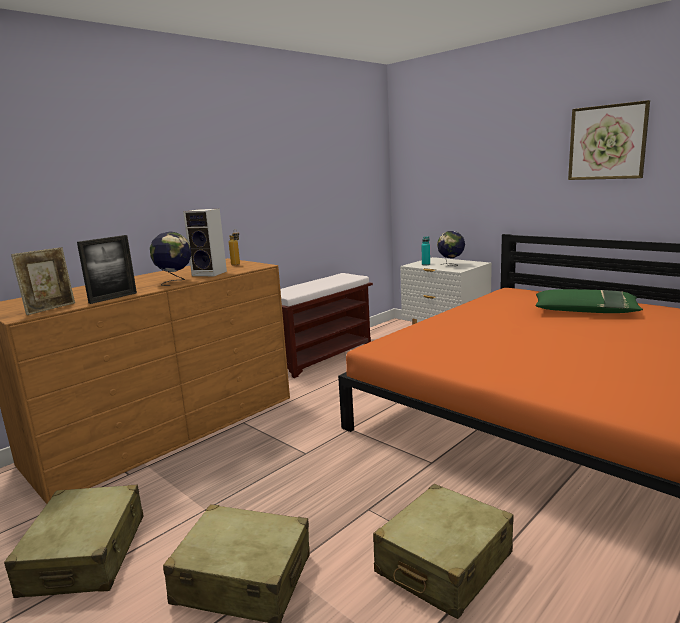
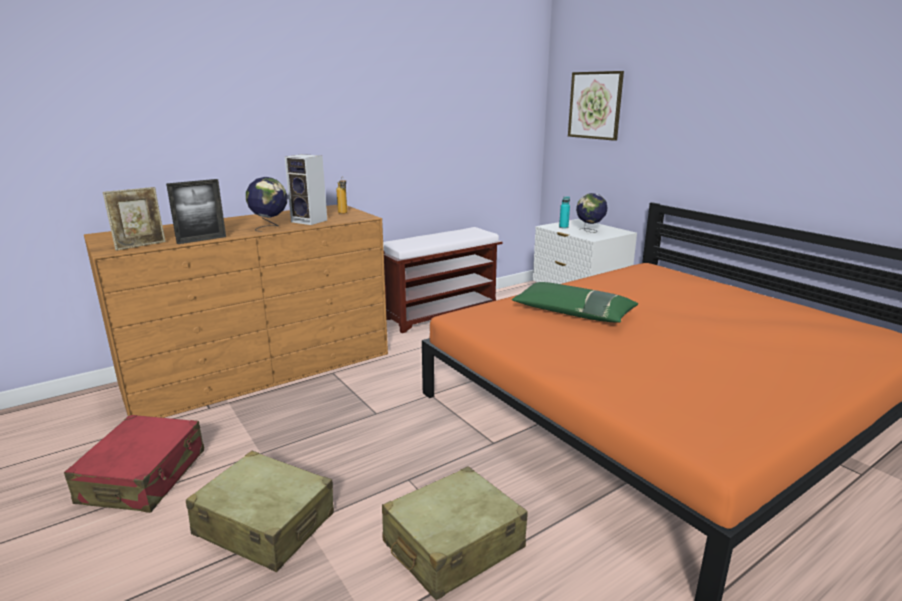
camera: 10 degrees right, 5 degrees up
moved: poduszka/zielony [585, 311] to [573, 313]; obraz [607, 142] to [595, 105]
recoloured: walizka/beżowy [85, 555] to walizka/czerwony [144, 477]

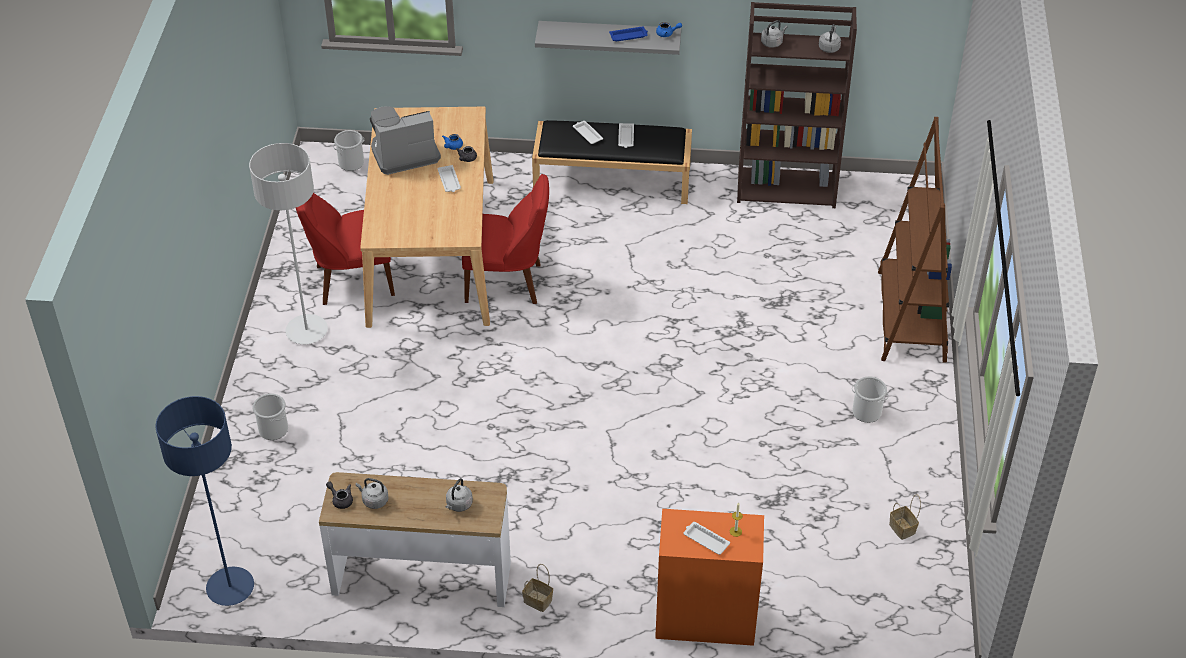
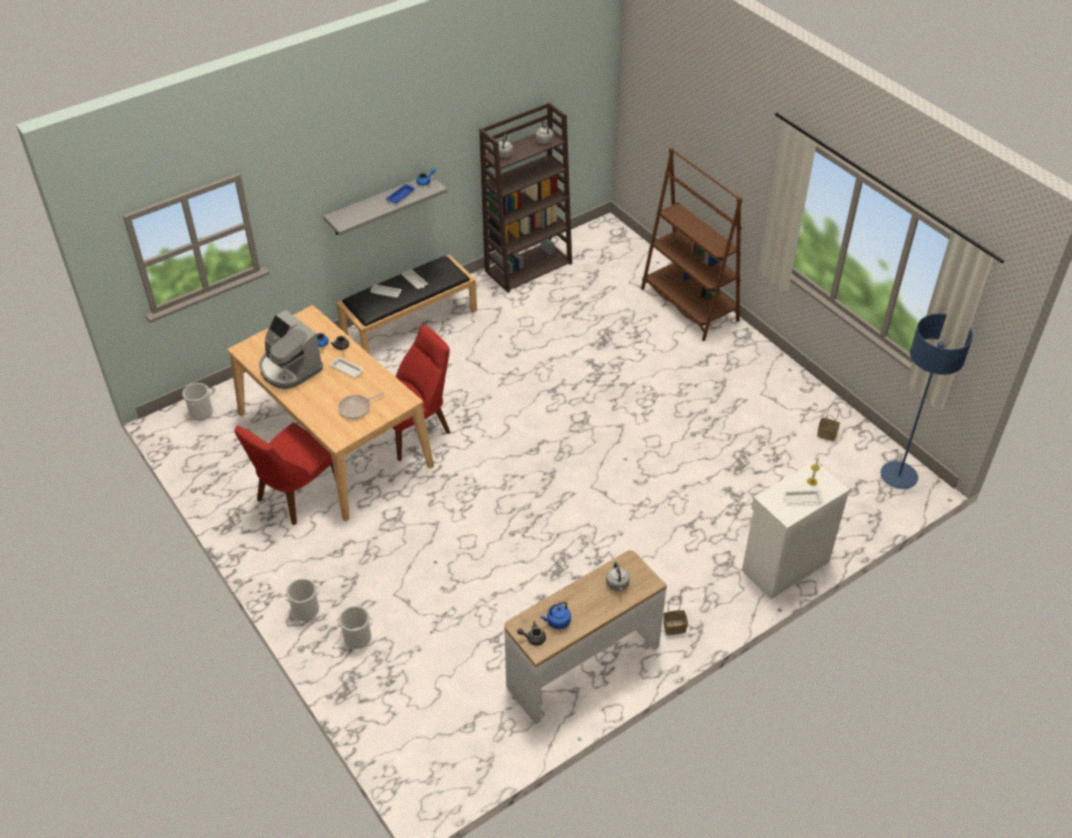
camera: 40 degrees left, 0 degrees up
removed: lampa stojąca/szary [306, 331]
added: patelnia [356, 408]
moved: lampa stojąca/niebieski [230, 587] to [898, 476]; wiadro [866, 412] to [305, 610]
recoloured: czajnik/szary [374, 500] to czajnik/niebieski [557, 622]; szafka/pomarańczowy [704, 618] to szafka/biały [784, 565]
turned: ekspres do kawy [404, 153] = [289, 368] 75 degrees counterclockwise

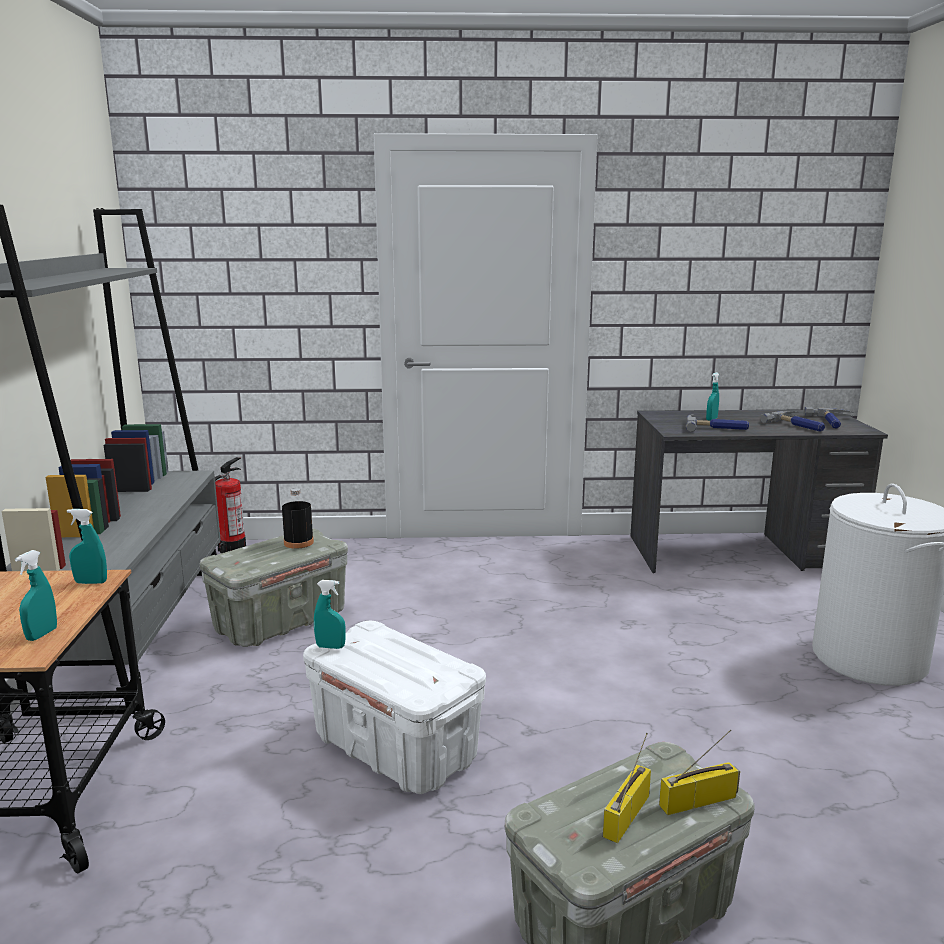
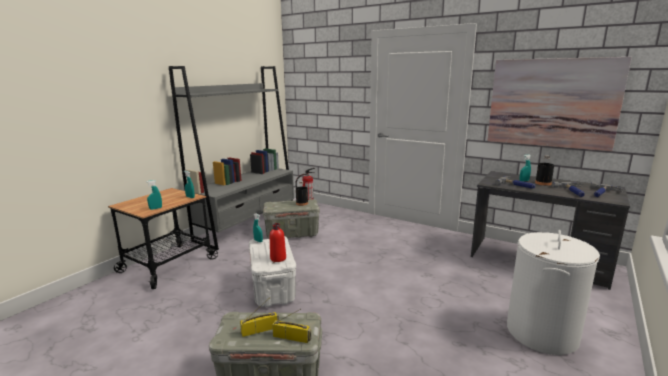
camera: 35 degrees right, 0 degrees up
added: butelka/czerwony [278, 258]; obraz [552, 103]; butelka/czarny [543, 183]

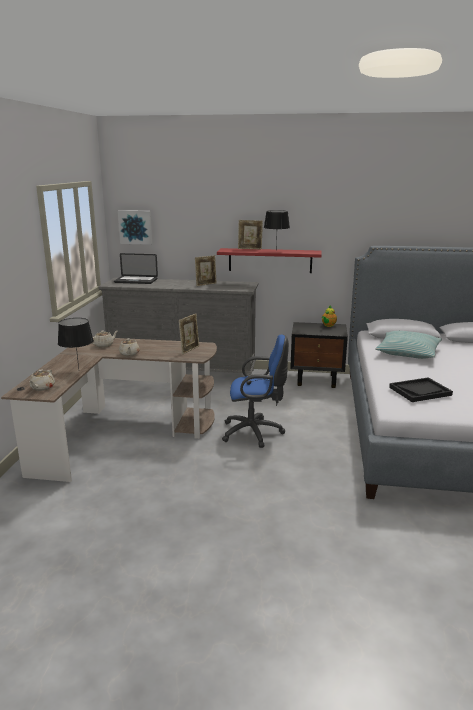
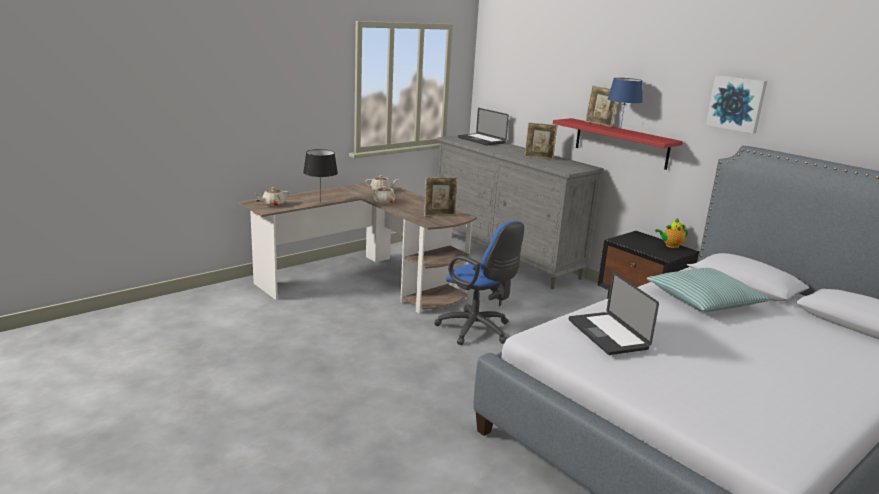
camera: 40 degrees right, 0 degrees up
moved: obraz [135, 227] to [736, 103]
replaced: taca/czarny [420, 391] to laptop [607, 334]
recoloured: lampa stołowa/czarny [275, 251] to lampa stołowa/niebieski [619, 131]

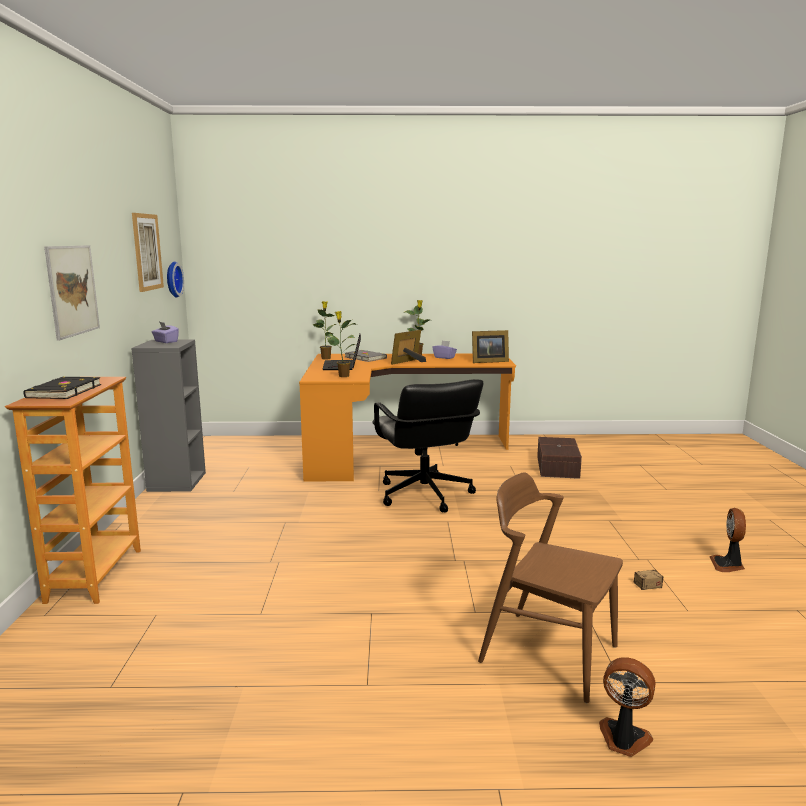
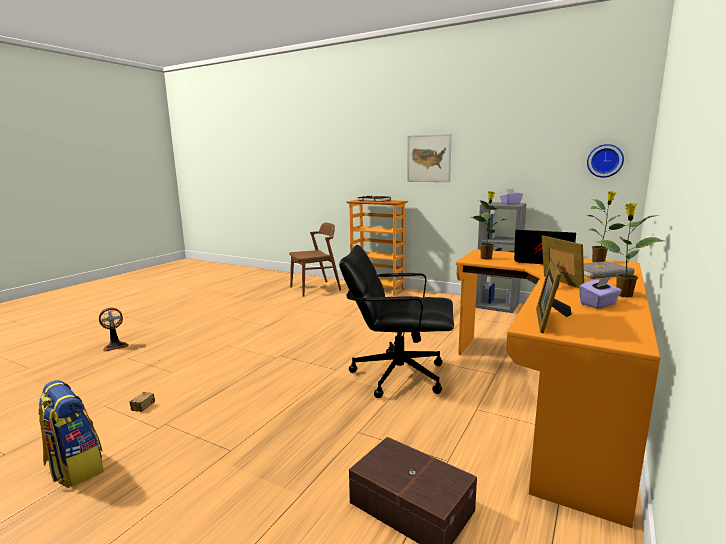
camera: 120 degrees right, 0 degrees up
removed: obraz [147, 252]
moved: krzesło/brązowy [548, 653] to [315, 289]
replaced: wentylator [727, 565] to plecak [74, 468]

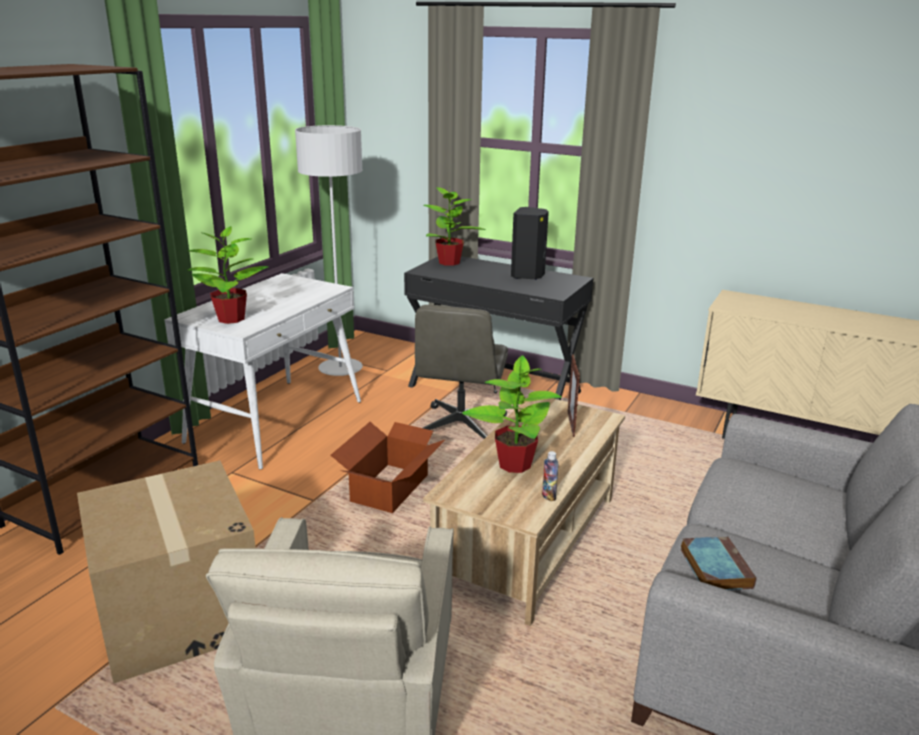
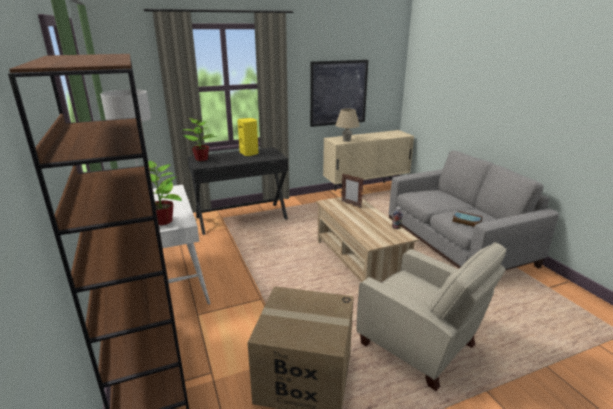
camera: 50 degrees left, 0 degrees up
removed: karton [391, 488]; krzesło biurowe/szary [460, 429]; roślina doniczkowa [514, 464]
added: obraz [338, 93]; lampa stołowa/beżowy [346, 140]
recoloured: głośnik/czarny [528, 275] to głośnik/żółty [249, 153]

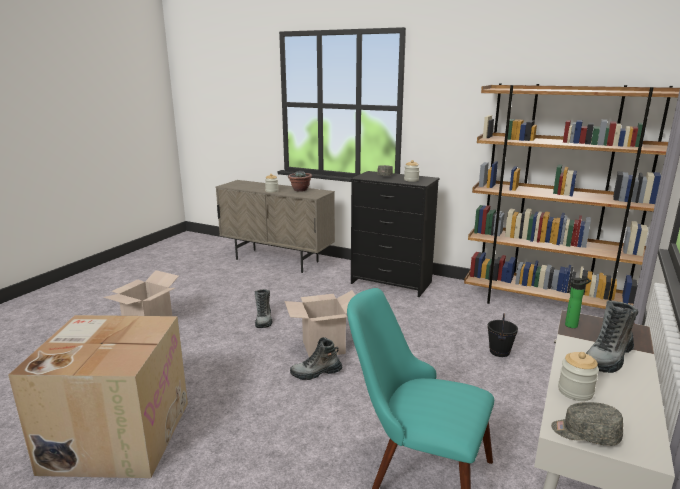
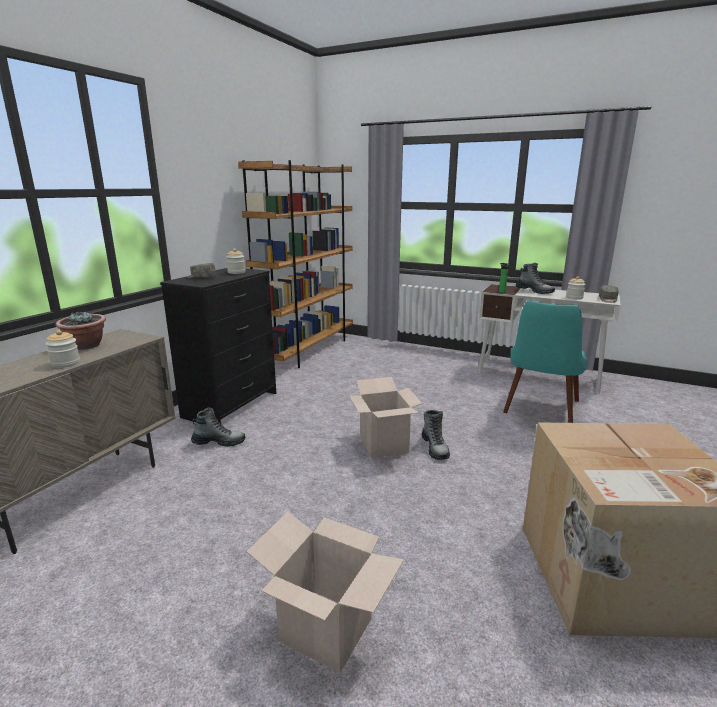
camera: 90 degrees left, 0 degrees up
removed: wiadro/czarny [500, 352]
moved: but z cholewką [263, 320] to [219, 442]

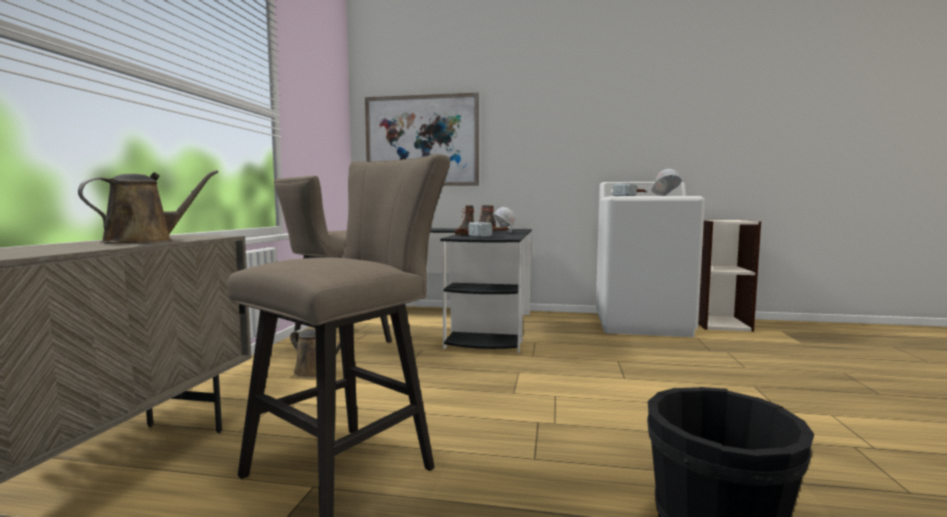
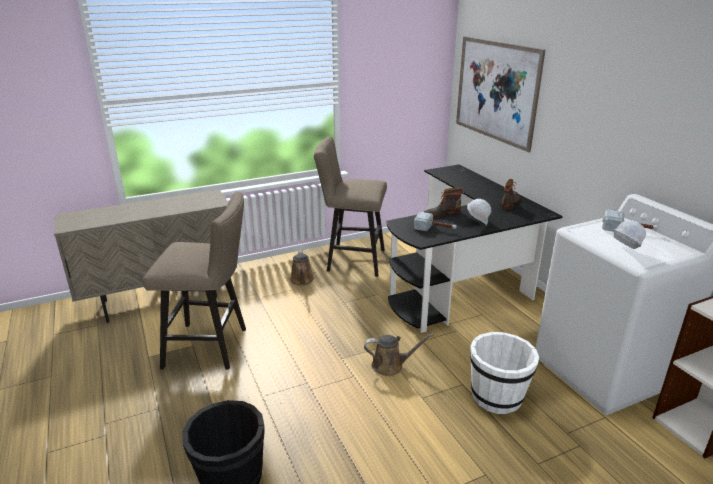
camera: 55 degrees right, 20 degrees up
added: wiadro/biały [497, 396]
moved: konewka/brązowy [145, 241] to [390, 366]

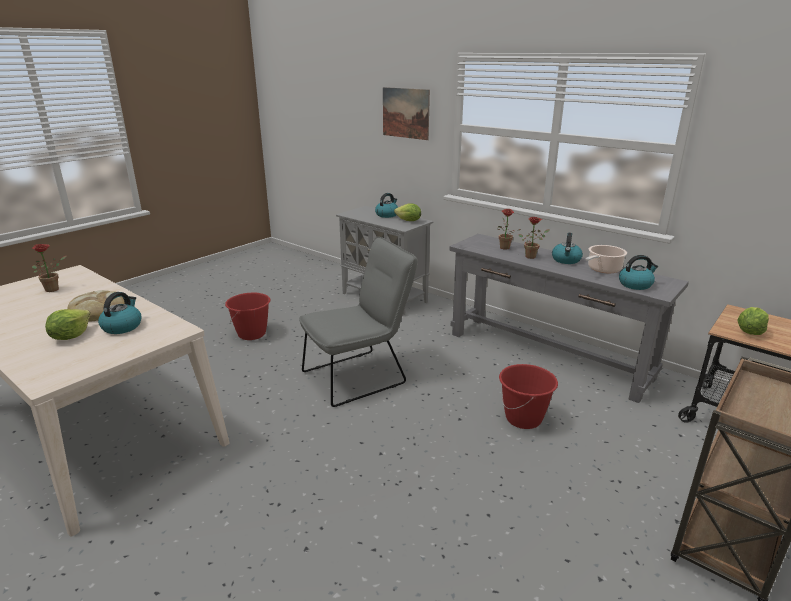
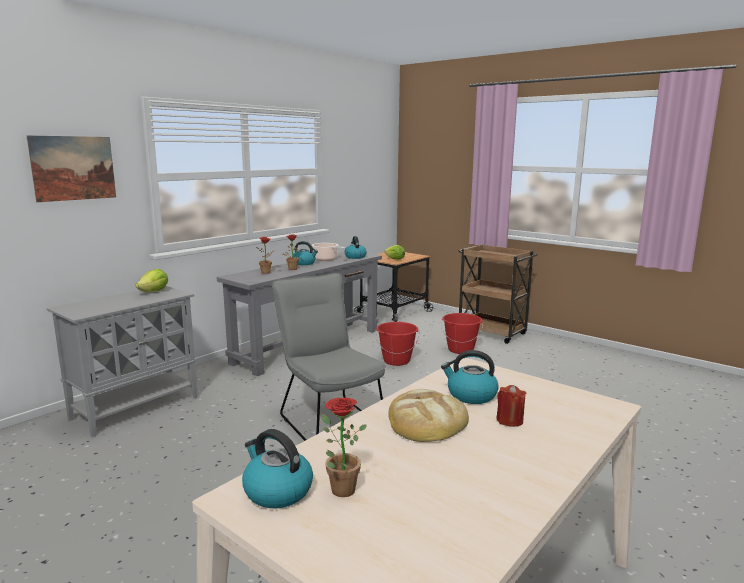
camera: 90 degrees left, 10 degrees down
moved: wiadro/czerwony [252, 334] to [460, 350]; czajnik [387, 215] to [277, 491]
replaced: sałata [71, 336] to świeca/czerwony [509, 420]

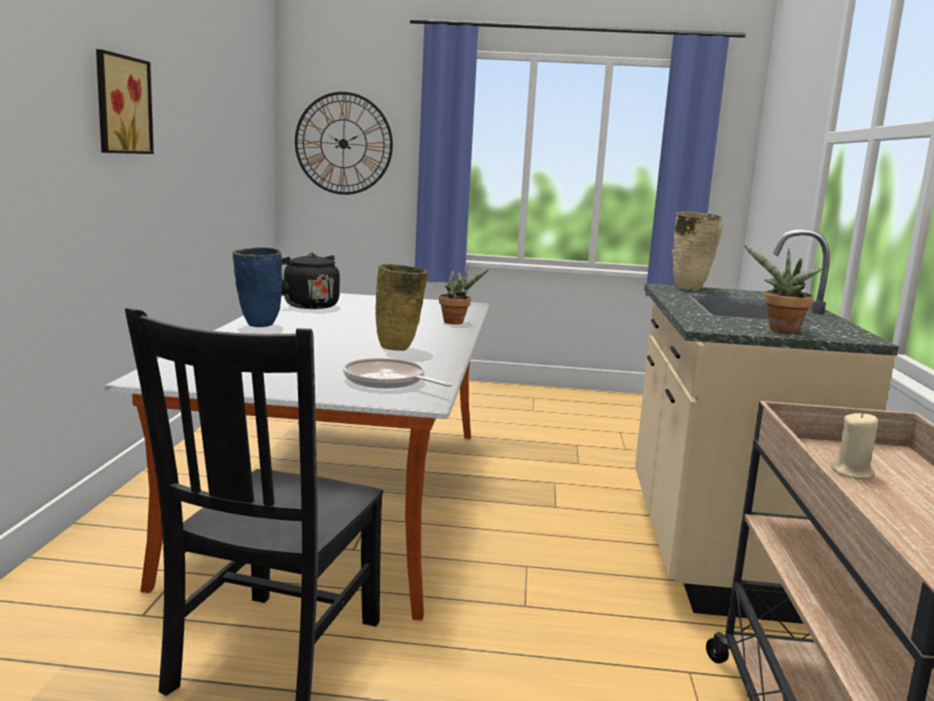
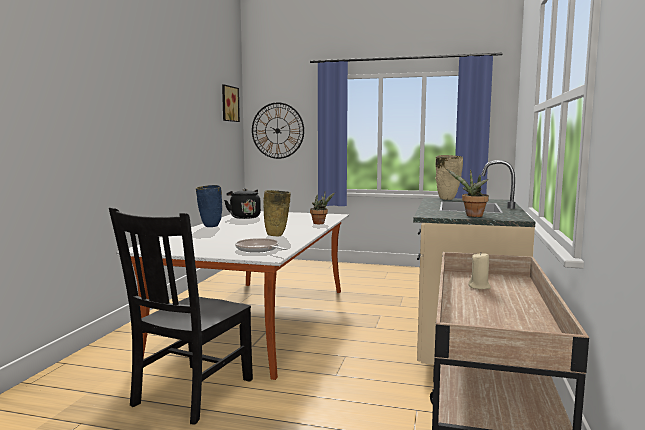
camera: 10 degrees right, 5 degrees down
moved: obraz [120, 104] to [228, 103]

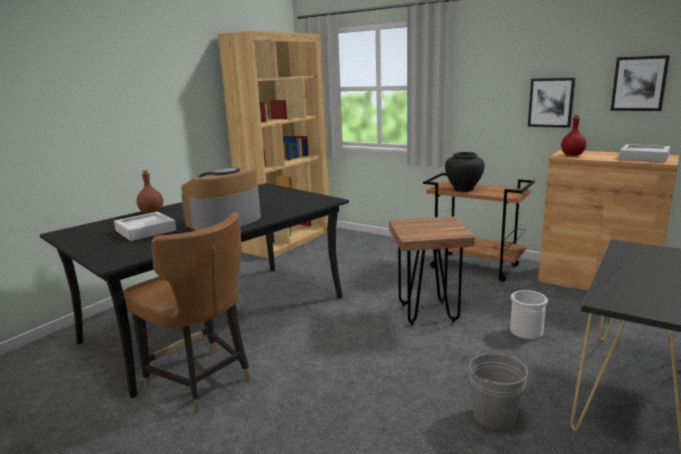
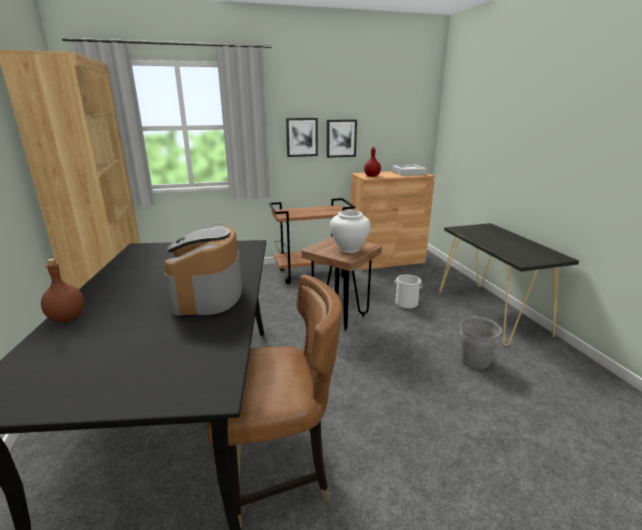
camera: 50 degrees left, 5 degrees up
removed: taca/szary [146, 230]; wazon/czarny [463, 189]
added: wazon/biały [349, 249]
moved: obraz [639, 83] to [301, 137]

